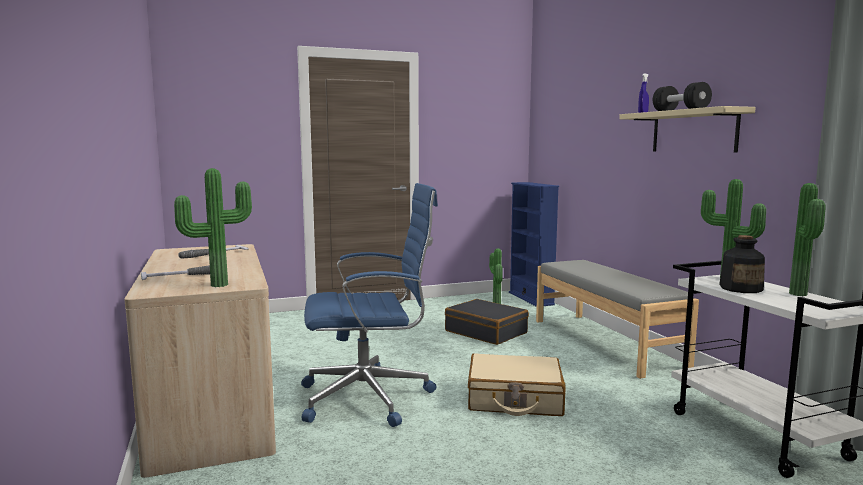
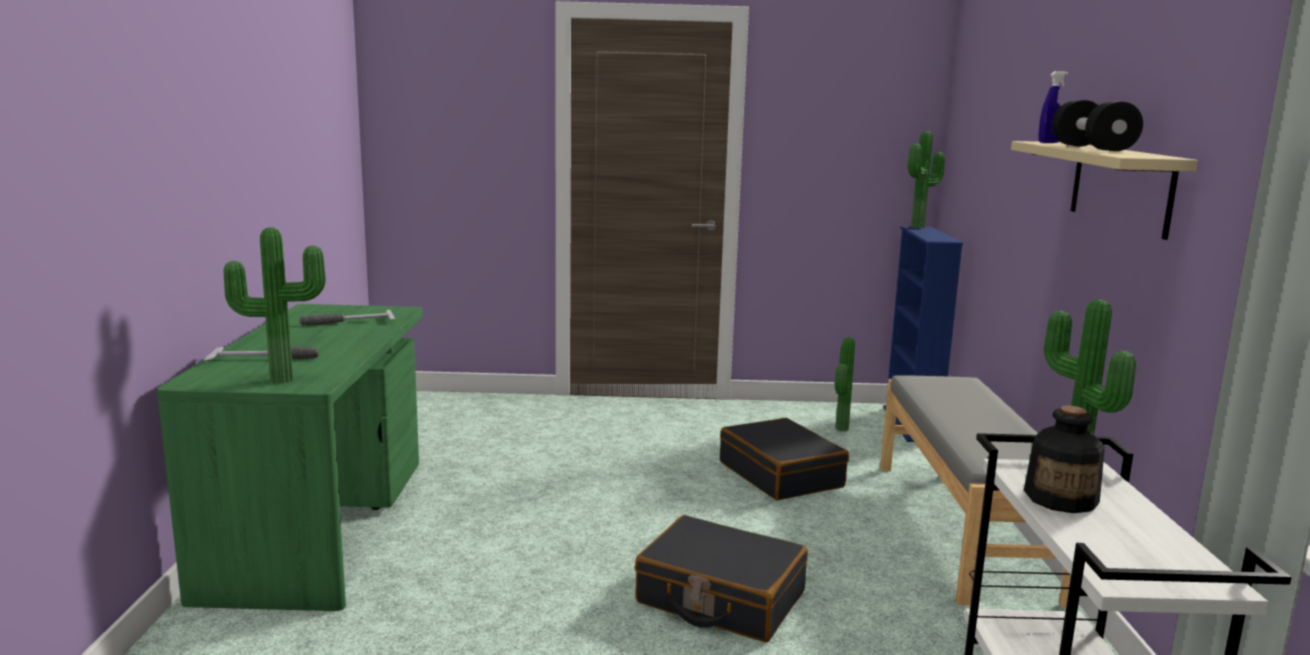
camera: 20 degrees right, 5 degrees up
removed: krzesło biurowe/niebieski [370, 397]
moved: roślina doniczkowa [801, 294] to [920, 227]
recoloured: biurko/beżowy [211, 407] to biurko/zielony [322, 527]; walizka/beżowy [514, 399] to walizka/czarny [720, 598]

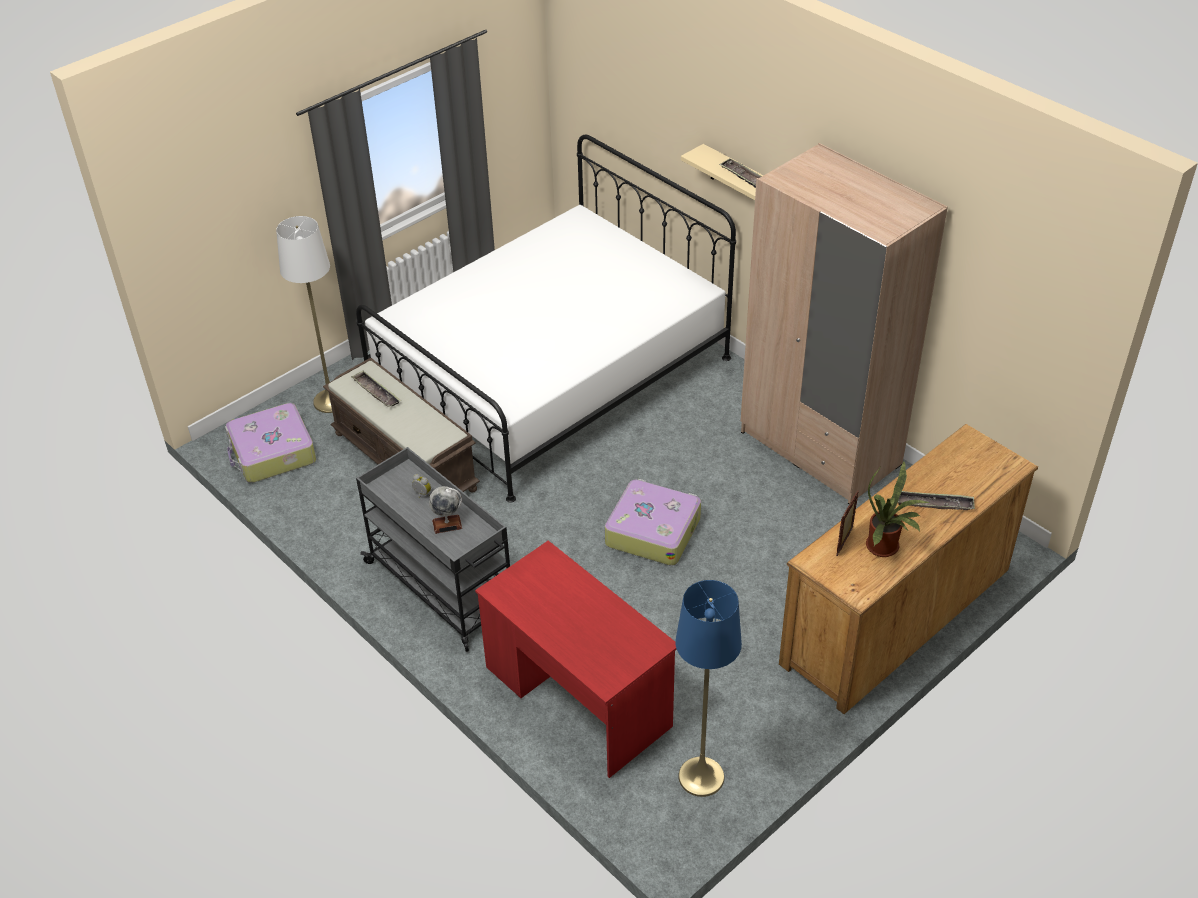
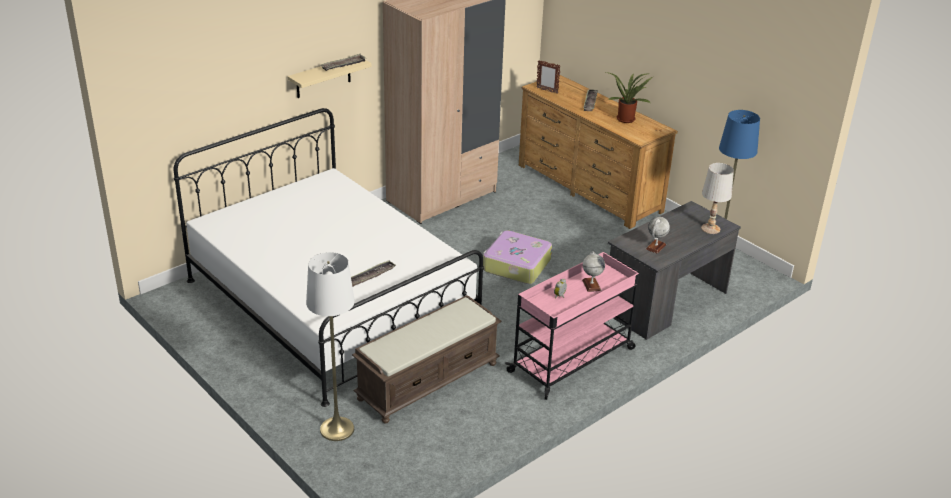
camera: 90 degrees left, 10 degrees down
removed: walizka [272, 453]
added: globus [655, 247]; lampa stołowa/biały [710, 229]
moved: taca [376, 392] to [370, 276]; ramka na zdjęcie [844, 542] to [547, 90]
recoloured: wózek/szary [443, 588] to wózek/różowy [573, 359]; biurko/czerwony [578, 696] to biurko/szary [665, 302]

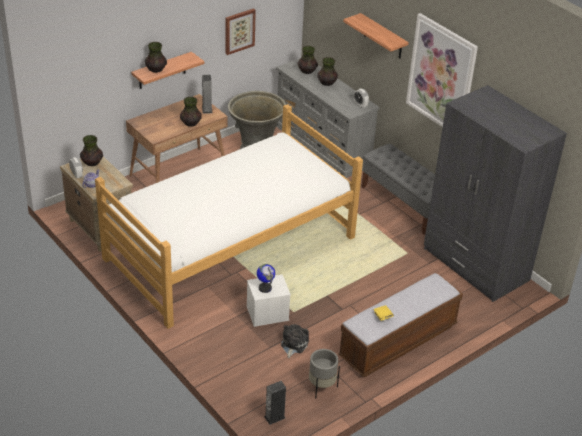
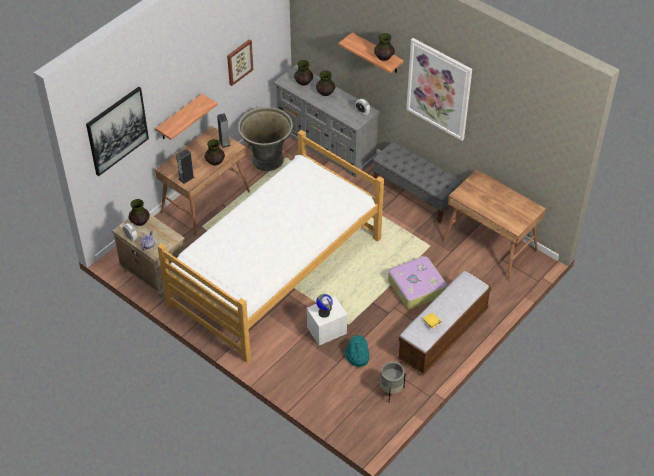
camera: 10 degrees left, 10 degrees up
added: obraz [117, 130]; walizka [416, 287]
moved: wazon [156, 70] to [383, 57]; głośnik [274, 417] to [186, 178]
replaced: pluszak [293, 344] to kapelusz/turkusowy [357, 355]; szafa/szary [475, 265] to biurko/brązowy [490, 246]

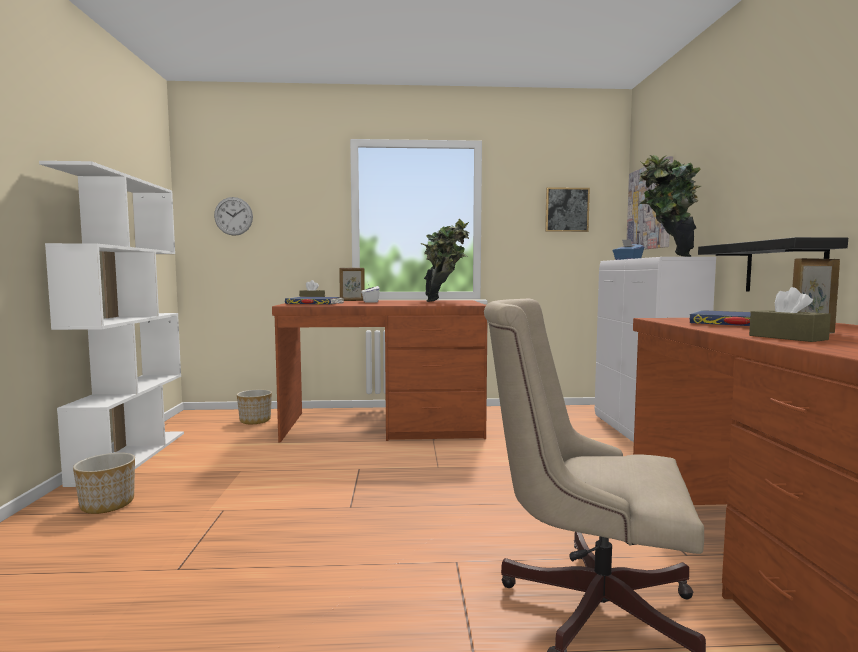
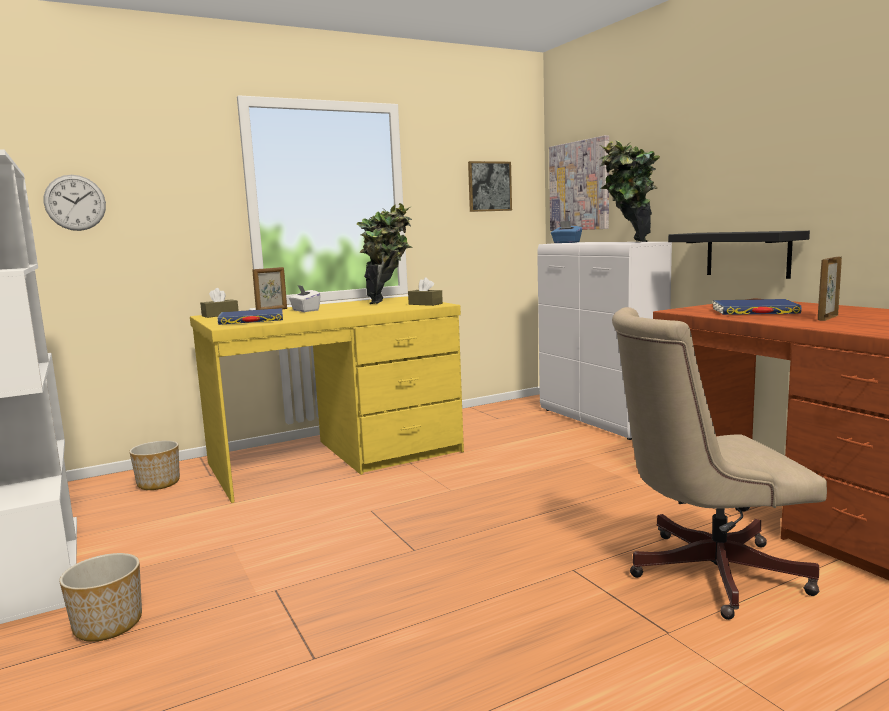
camera: 25 degrees left, 5 degrees up
moved: pudełko chusteczek/brązowy [787, 337] to [425, 304]
recoloured: biurko/brązowy [385, 425] to biurko/żółty [337, 458]

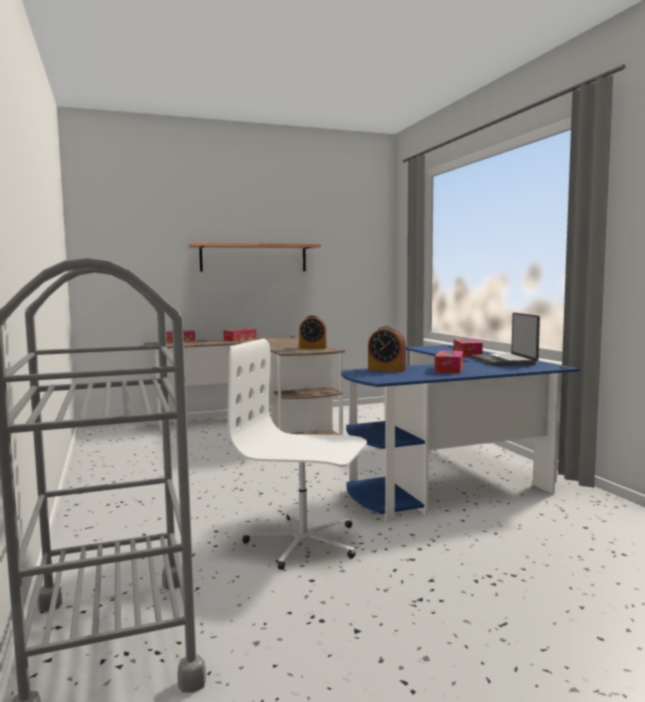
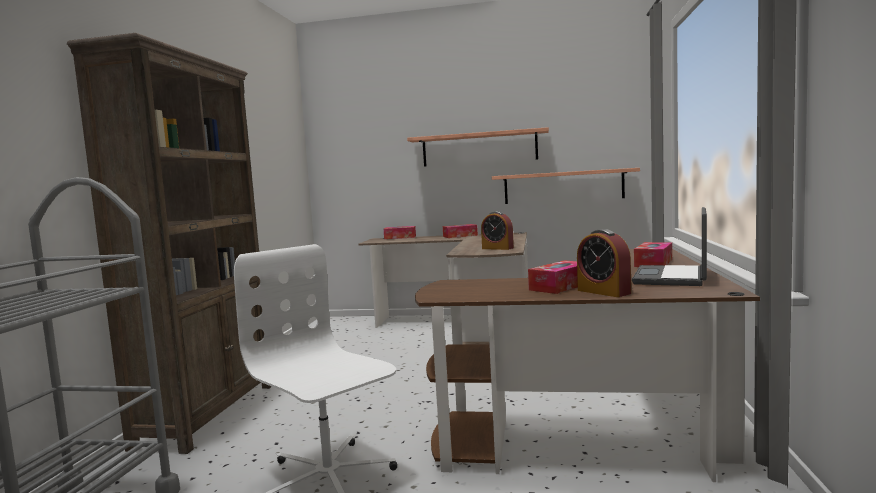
camera: 30 degrees right, 0 degrees up
added: regał/brązowy [209, 414]; półka [563, 186]
moved: budzik [386, 370] to [603, 292]
recoloured: biurko/niebieski [455, 475] to biurko/brązowy [607, 424]

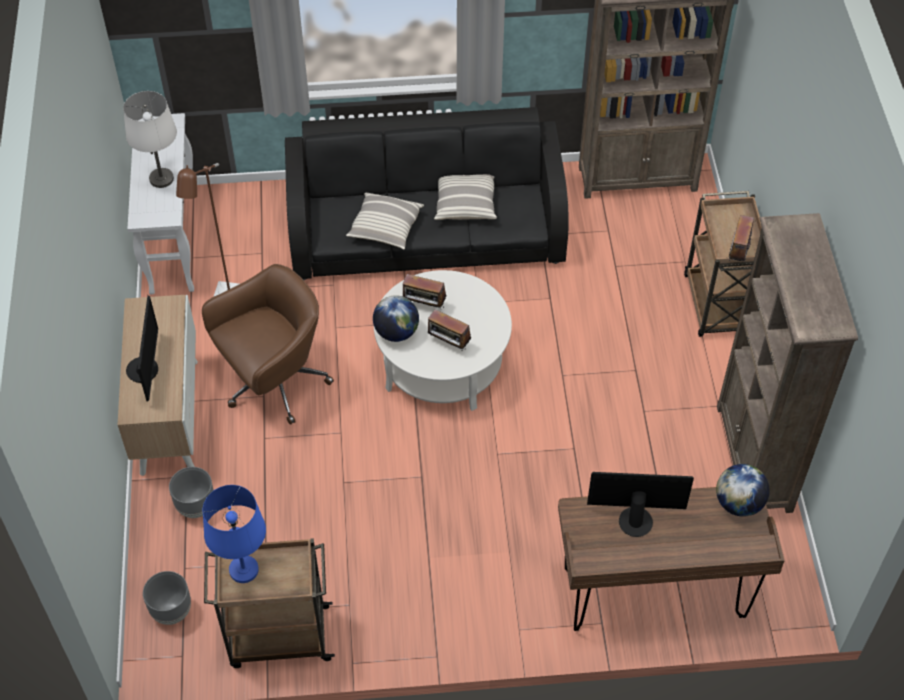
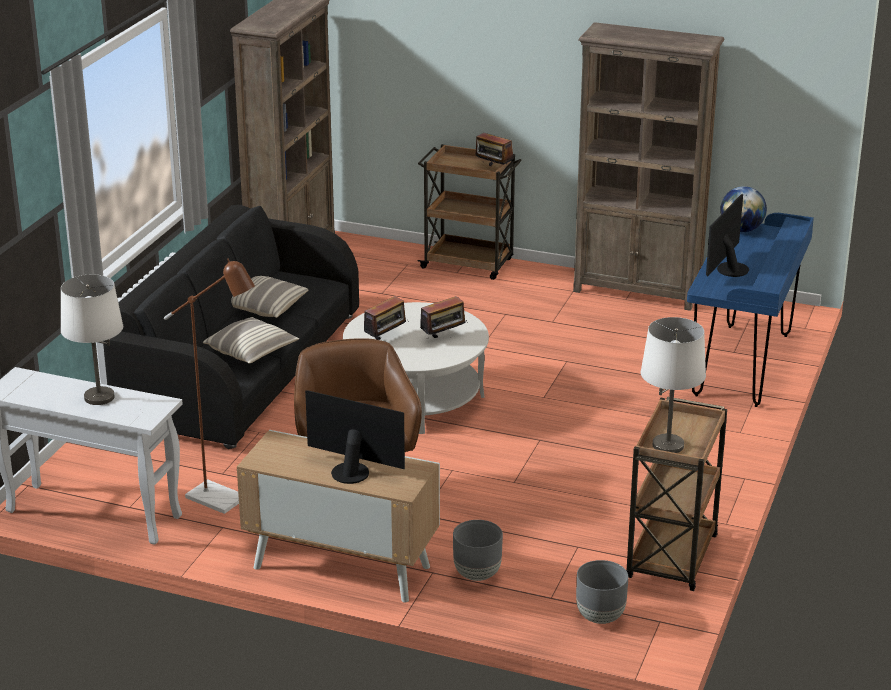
camera: 65 degrees left, 25 degrees down
removed: globus [396, 332]
recoloured: lampa stołowa/niebieski [244, 569] to lampa stołowa/biały [667, 445]; biurko/brązowy [653, 595] to biurko/niebieski [743, 365]

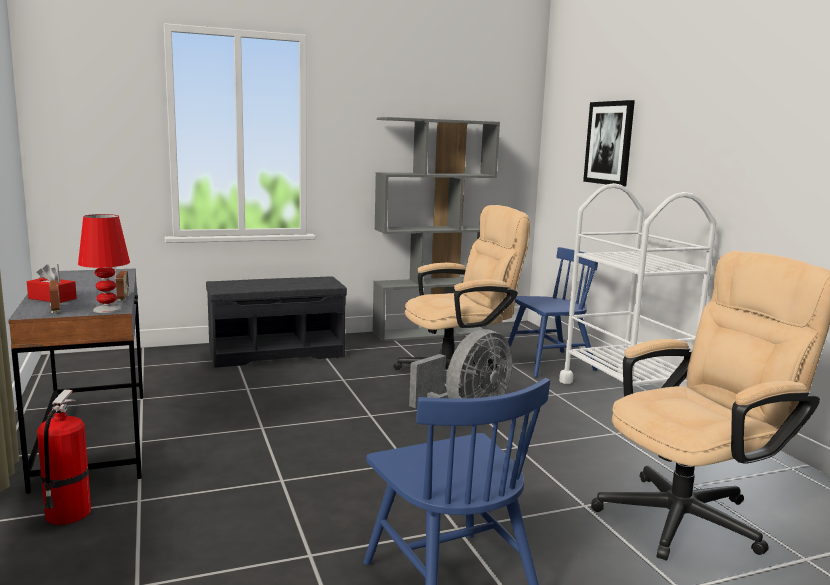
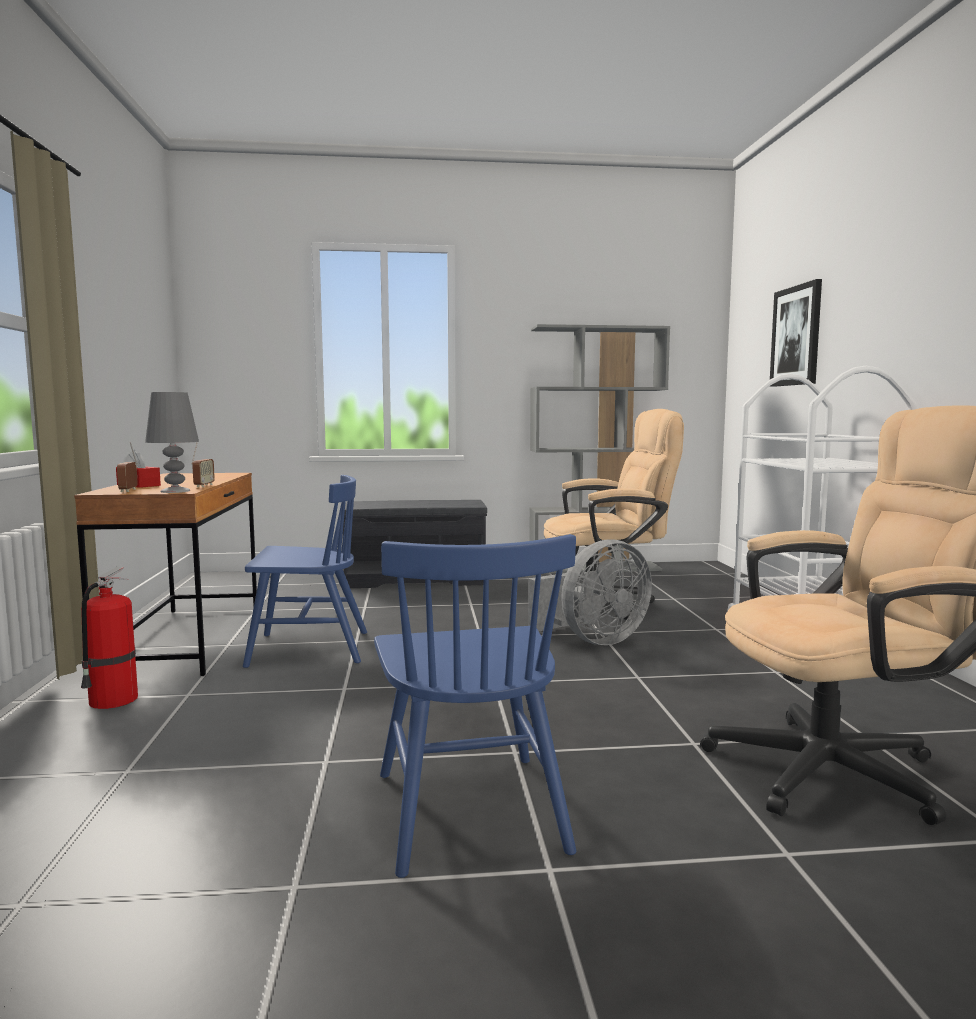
camera: 15 degrees right, 5 degrees down
moved: krzesło/niebieski [548, 364] to [308, 649]
recoloured: biurko/szary [94, 438] to biurko/brązowy [186, 639]; lampa stołowa/czerwony [107, 309] to lampa stołowa/szary [175, 491]

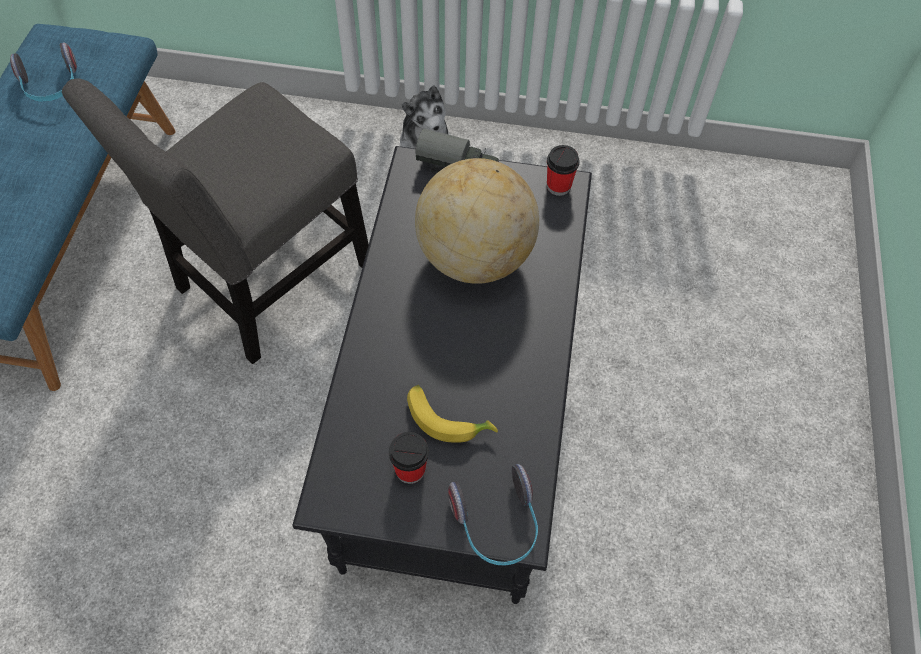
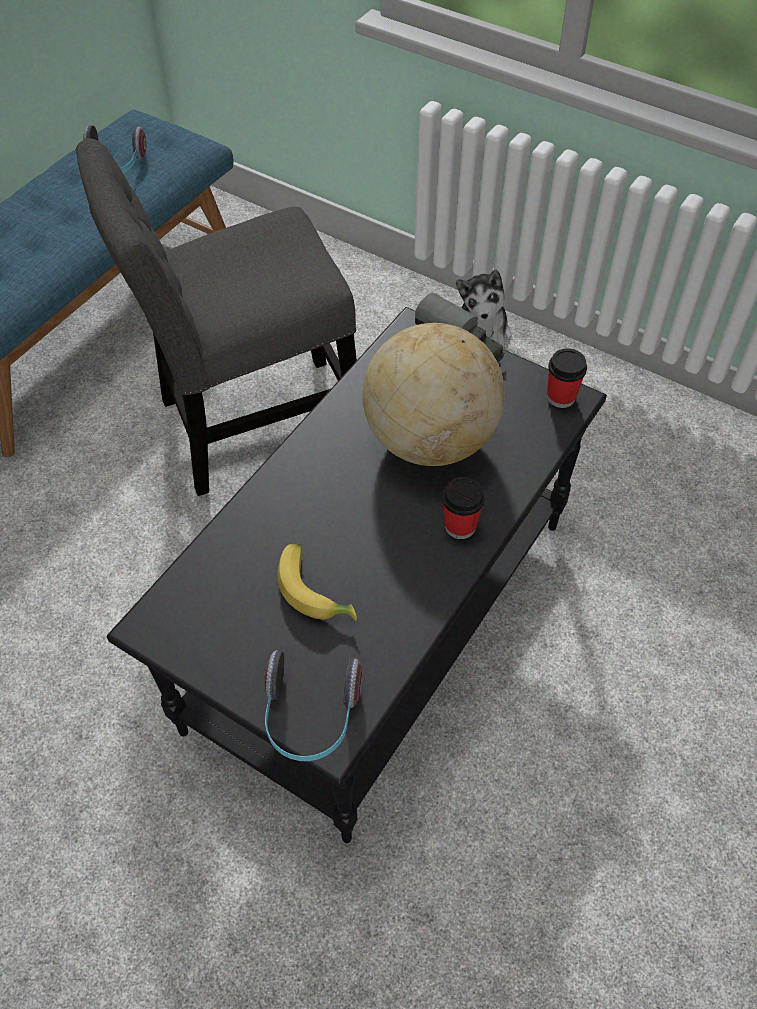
camera: 25 degrees right, 5 degrees down
moved: filiżanka [410, 469] to [460, 526]

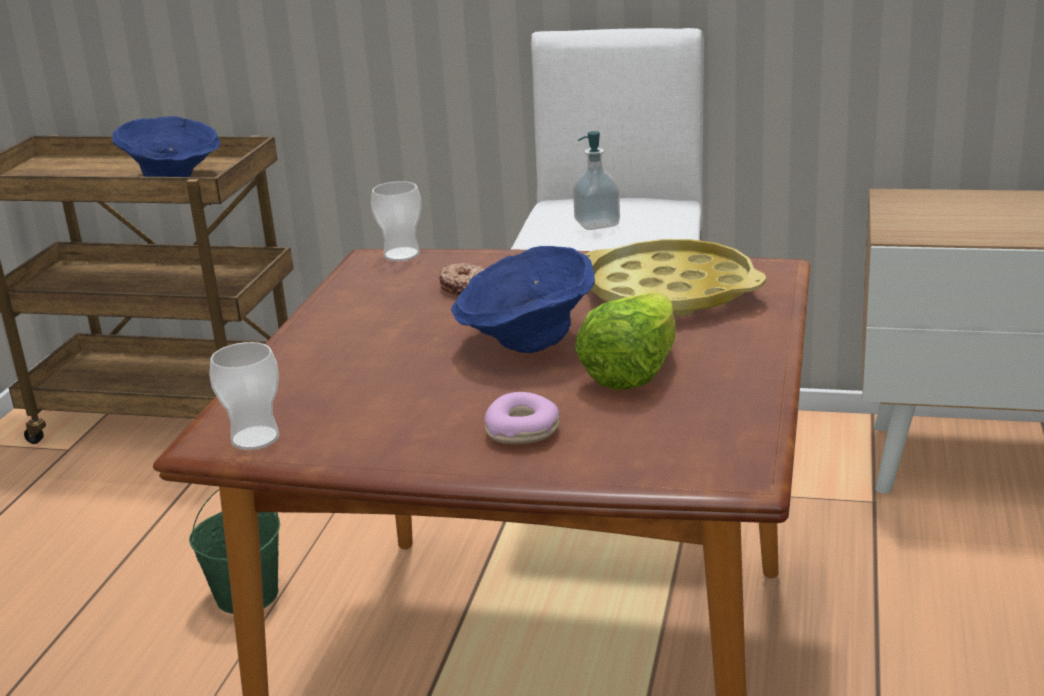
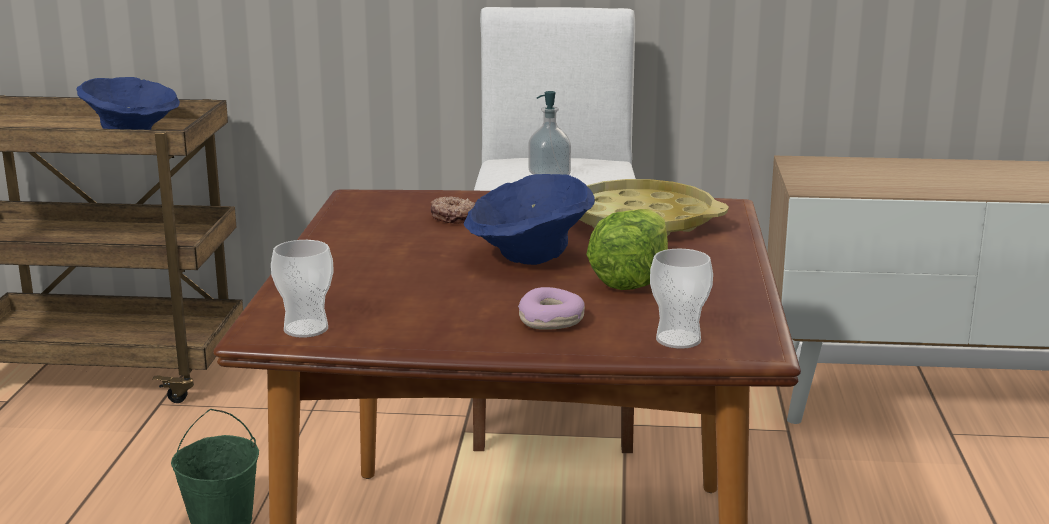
camera: 10 degrees left, 5 degrees down
moved: filiżanka [401, 254] to [678, 339]

